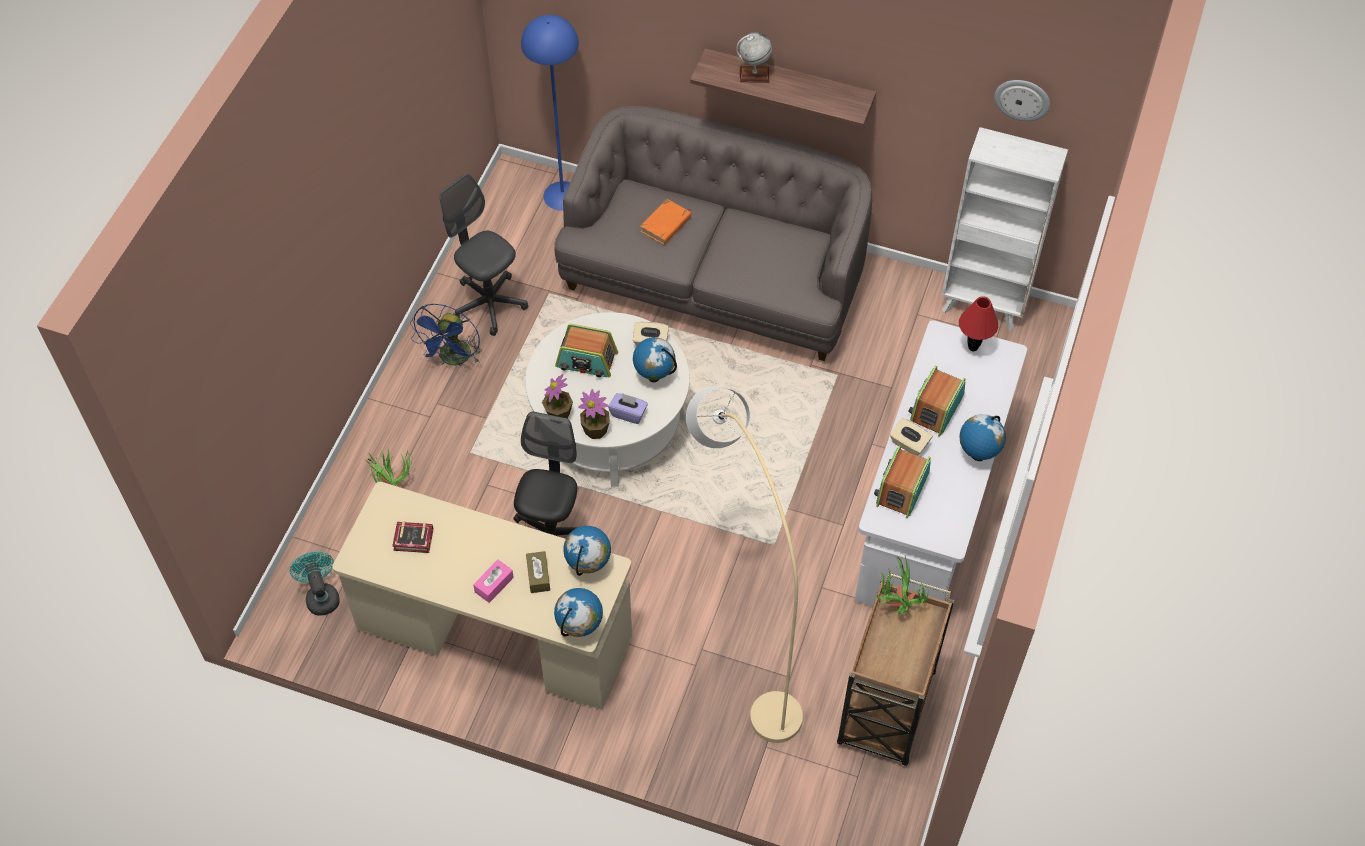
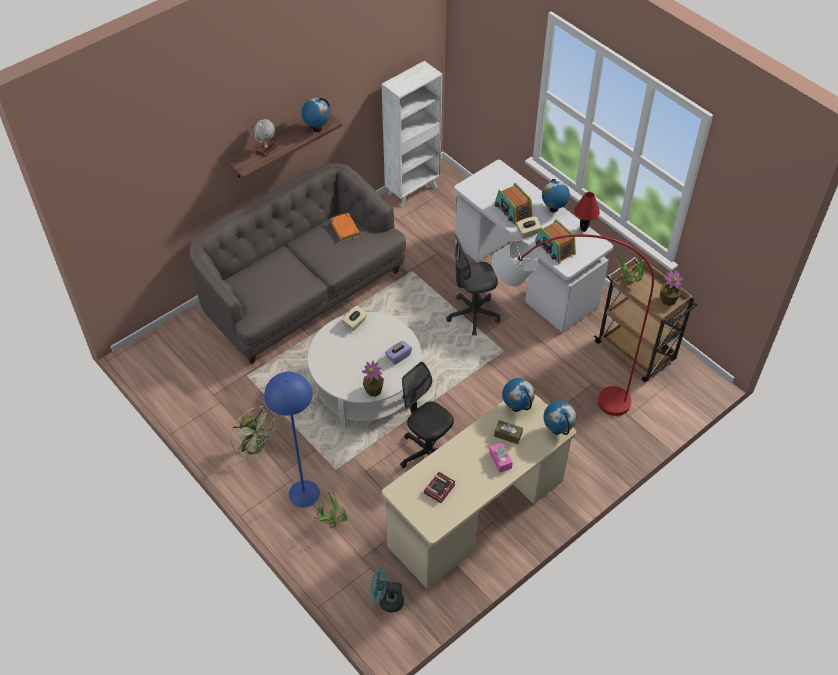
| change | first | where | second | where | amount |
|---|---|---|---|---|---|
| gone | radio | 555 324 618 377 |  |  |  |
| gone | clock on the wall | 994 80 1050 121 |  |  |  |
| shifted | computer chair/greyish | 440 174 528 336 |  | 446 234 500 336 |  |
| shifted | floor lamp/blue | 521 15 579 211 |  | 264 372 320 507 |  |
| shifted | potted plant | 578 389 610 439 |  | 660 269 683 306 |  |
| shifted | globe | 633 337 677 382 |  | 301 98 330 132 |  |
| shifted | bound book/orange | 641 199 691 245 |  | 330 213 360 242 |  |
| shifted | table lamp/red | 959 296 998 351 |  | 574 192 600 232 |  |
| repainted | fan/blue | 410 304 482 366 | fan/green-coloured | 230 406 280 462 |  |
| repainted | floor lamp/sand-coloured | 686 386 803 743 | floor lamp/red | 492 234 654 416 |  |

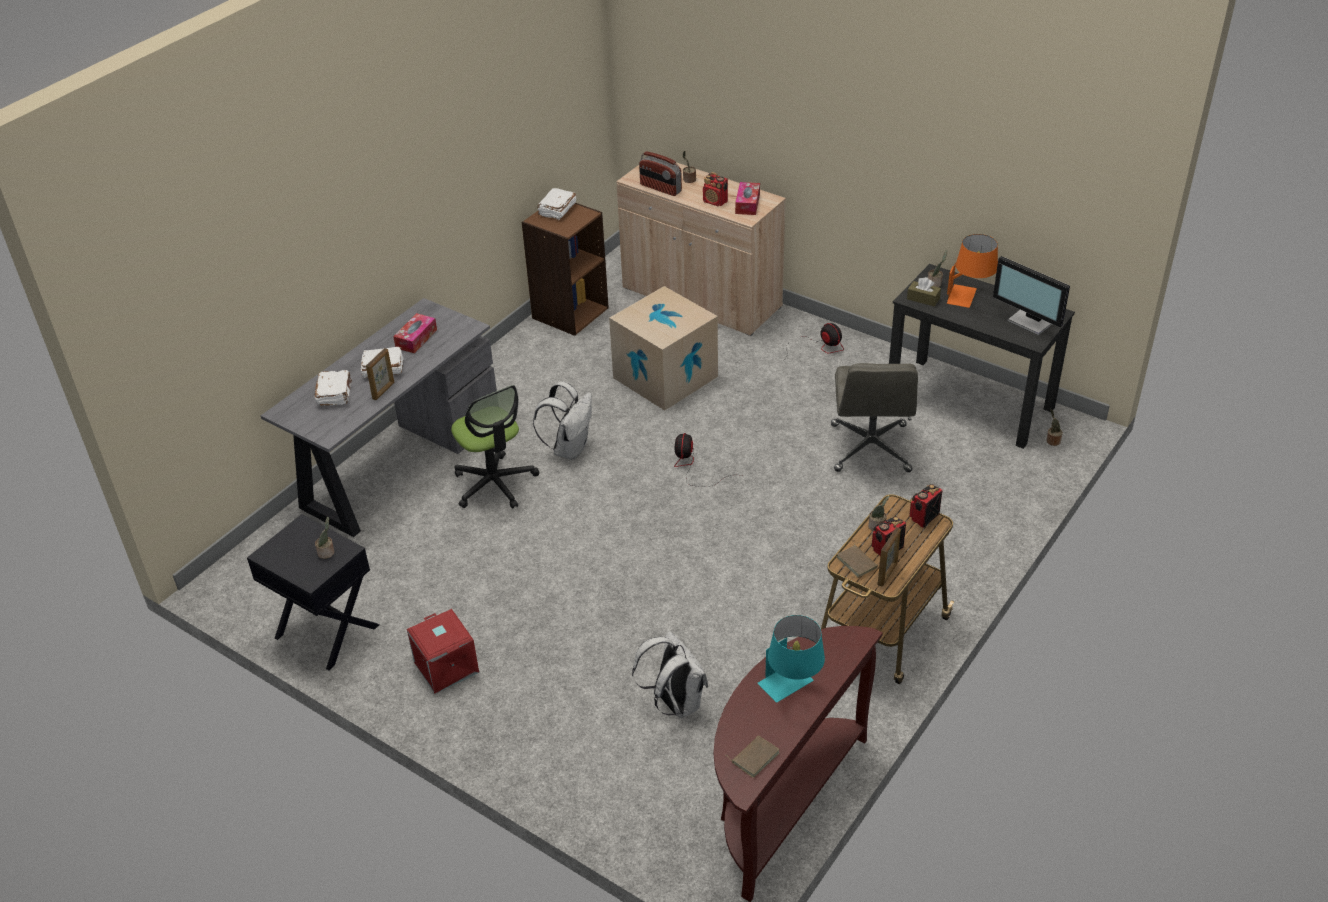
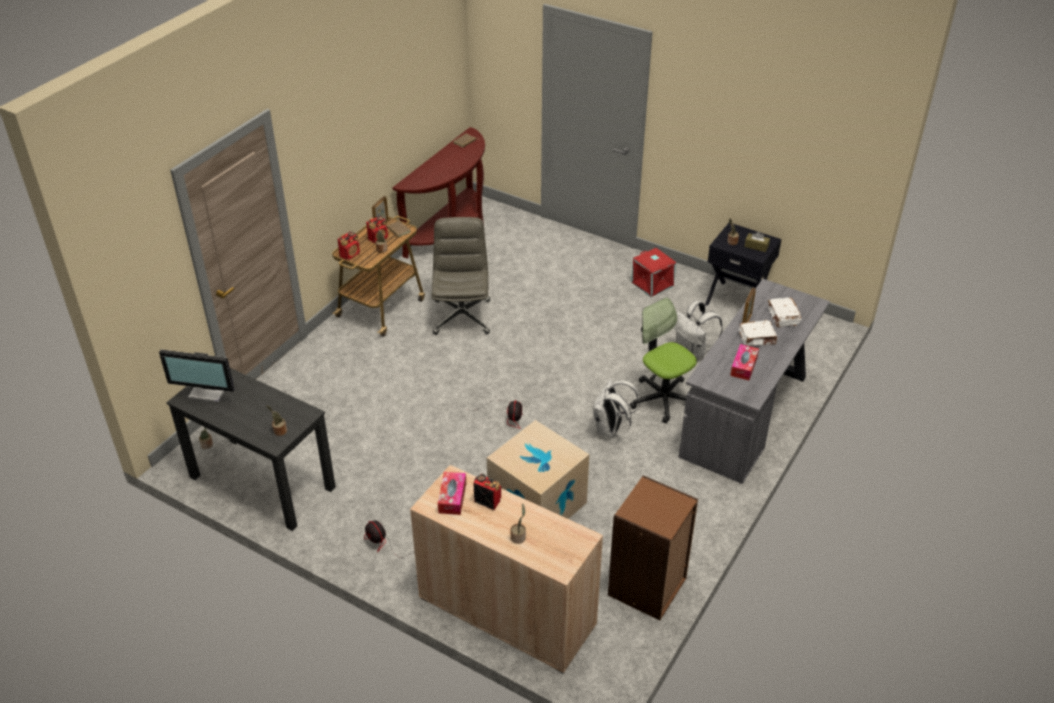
| change | first | where | second | where | amount |
|---|---|---|---|---|---|
| gone | bound book/white | 538 188 576 220 |  |  |  |
| gone | radio | 639 151 682 196 |  |  |  |
| gone | table lamp/turquoise | 758 615 825 703 |  |  |  |
| gone | table lamp/orange | 947 234 998 308 |  |  |  |
| shifted | rucksack/white | 632 631 708 718 |  | 674 300 723 359 |  |
| shifted | computer chair/greyish | 831 363 918 472 |  | 431 217 490 335 |  |
| shifted | tissue box/brownish | 907 277 941 306 |  | 744 231 770 252 |  |
| rotated | computer display | 993 256 1070 335 |  | 159 349 234 402 | 150 degrees clockwise |

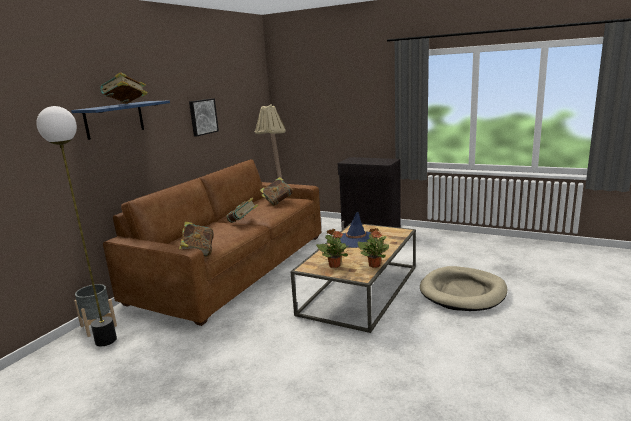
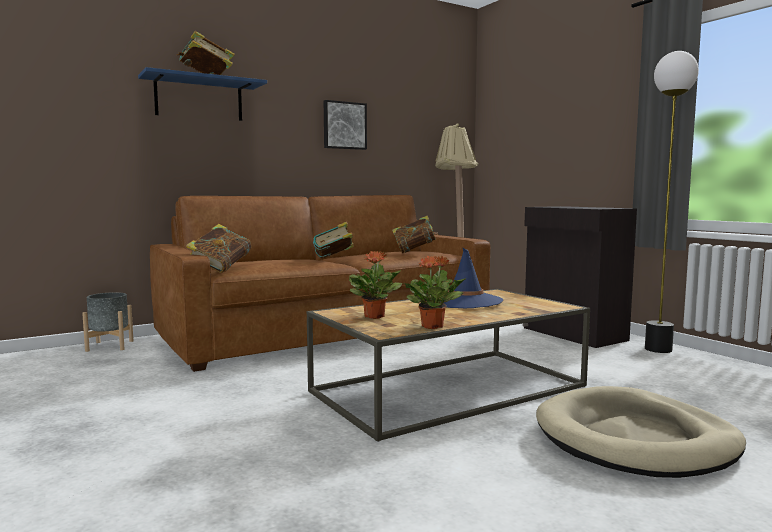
| change | first | where | second | where | amount |
|---|---|---|---|---|---|
| shifted | floor lamp | 36 106 117 346 |  | 645 51 699 353 |  |

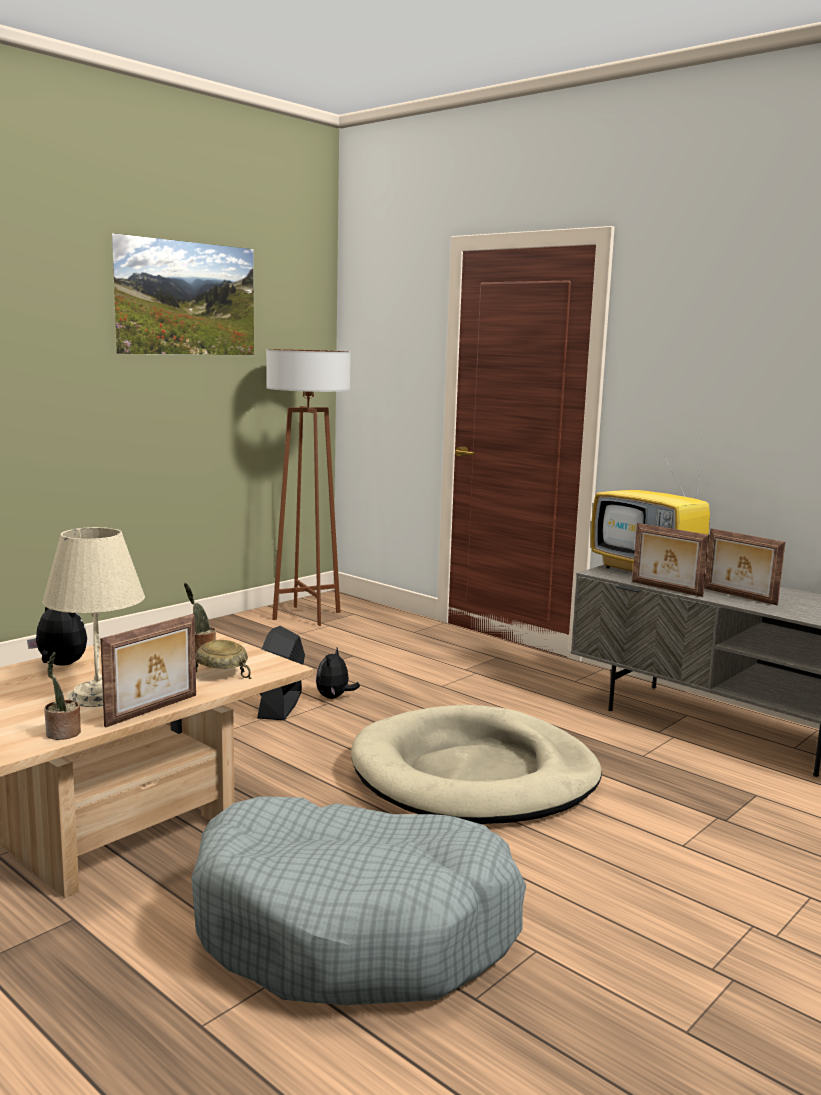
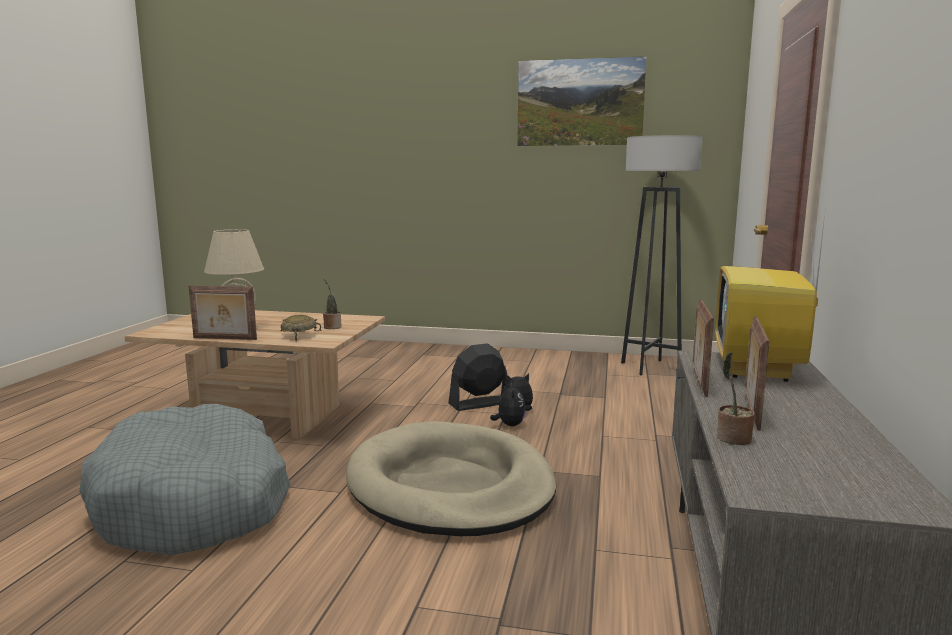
| change | first | where | second | where | amount |
|---|---|---|---|---|---|
| shifted | cuddly toy | 27 607 87 666 |  | 490 382 526 426 |  |
| shifted | potted plant | 44 652 81 740 |  | 717 352 755 445 |  |
| repainted | floor lamp/brownish | 266 349 351 626 | floor lamp/greyish | 621 135 703 375 |  |

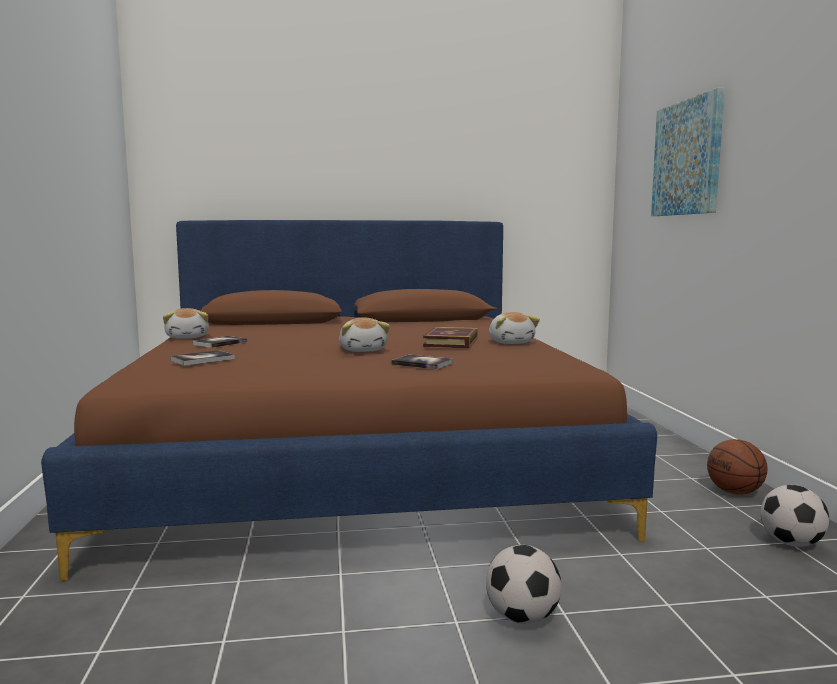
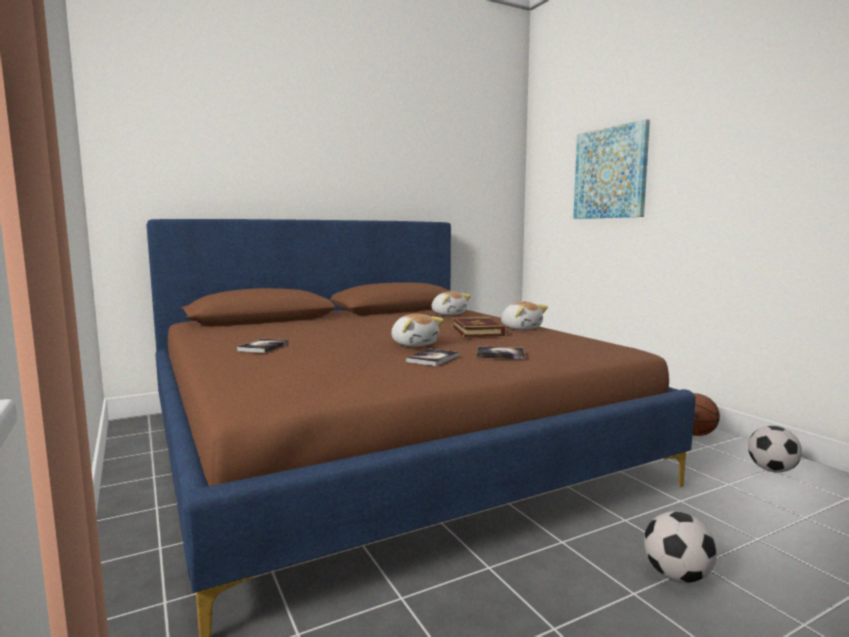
| change | first | where | second | where | amount |
|---|---|---|---|---|---|
| shifted | cuddly toy | 163 308 209 339 |  | 432 291 471 315 |  |
| shifted | bound book | 170 350 235 366 |  | 406 349 459 366 |  |

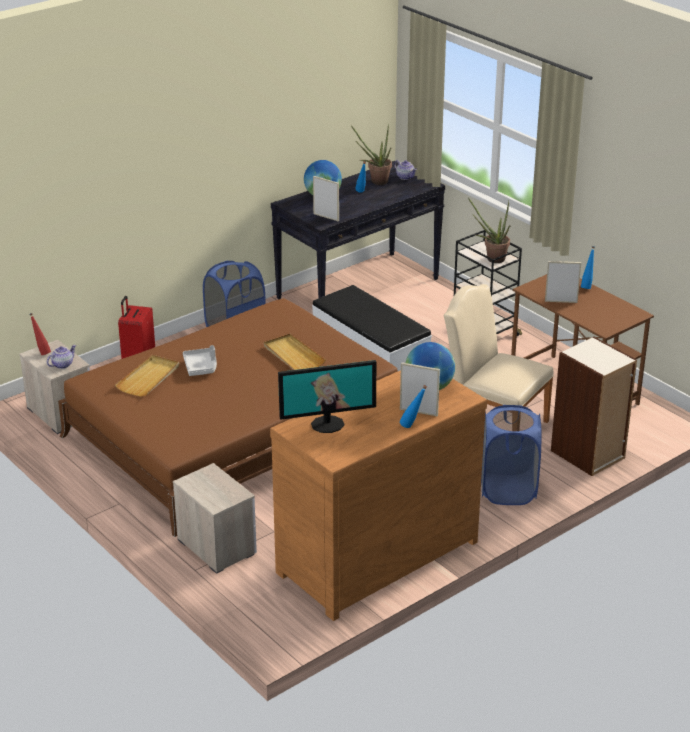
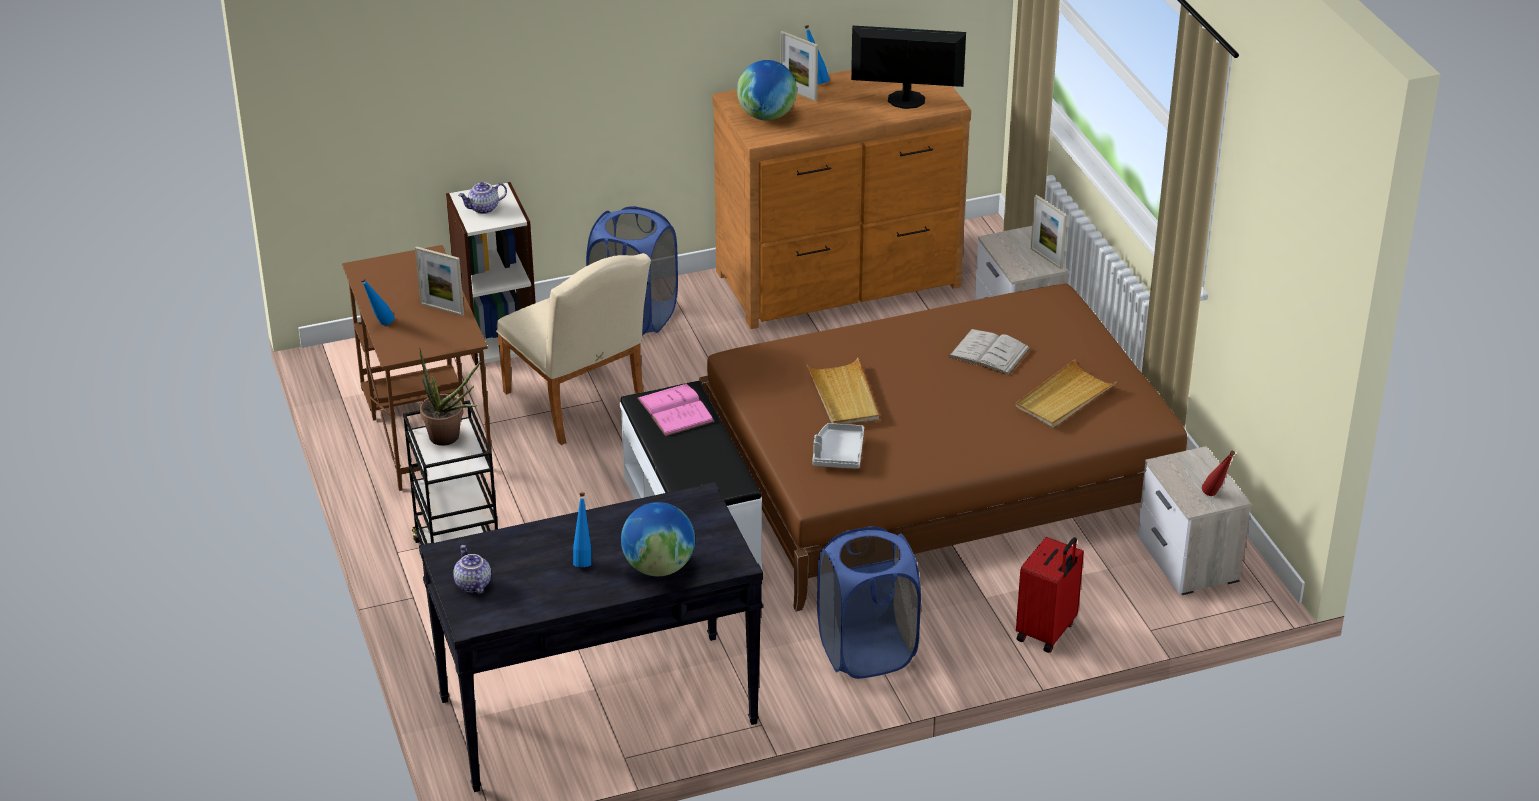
| change | first | where | second | where | amount |
|---|---|---|---|---|---|
| gone | potted plant | 351 124 392 185 |  |  |  |
| new |  |  | bound book/pink-coloured | 637 383 715 436 |  |
| new |  |  | bound book/white | 948 329 1031 375 |  |
| shifted | tea pot | 47 345 76 369 |  | 458 182 507 214 |  |
| shifted | tray/greyish | 183 345 217 376 |  | 812 423 864 469 |  |
| shifted | photo frame | 313 176 339 221 |  | 1031 195 1067 269 |  |

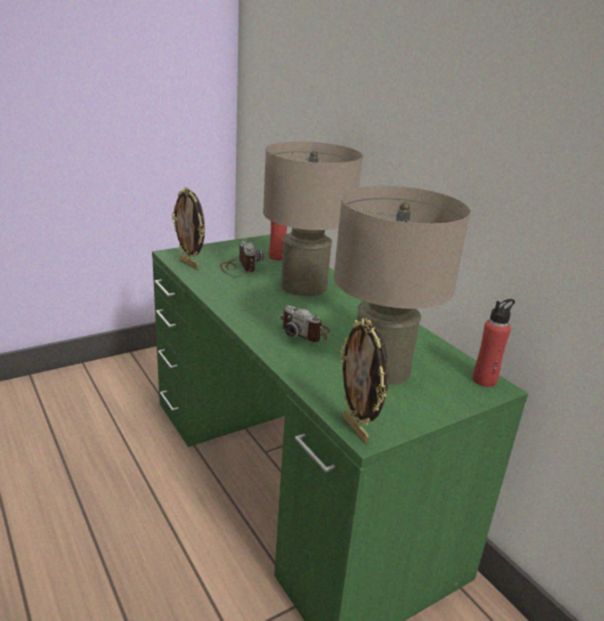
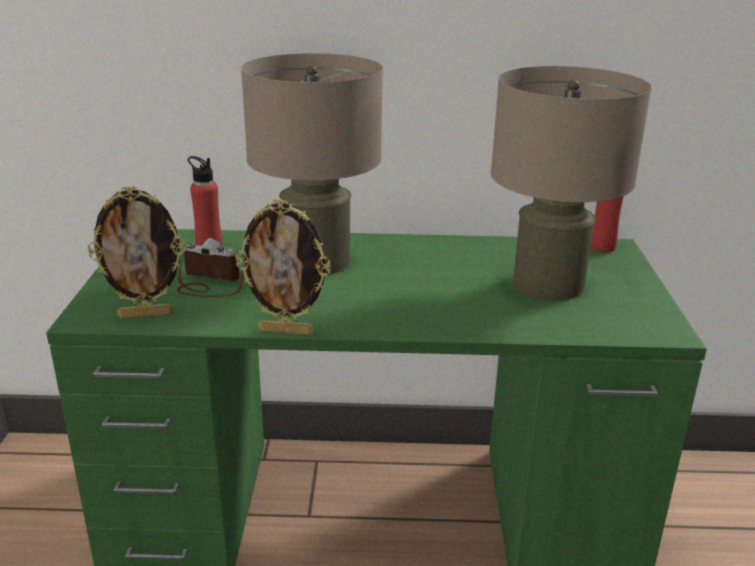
| change | first | where | second | where | amount |
|---|---|---|---|---|---|
| gone | photo camera | 280 305 330 342 |  |  |  |
| shifted | photo frame | 340 318 389 443 |  | 235 199 331 335 |  |

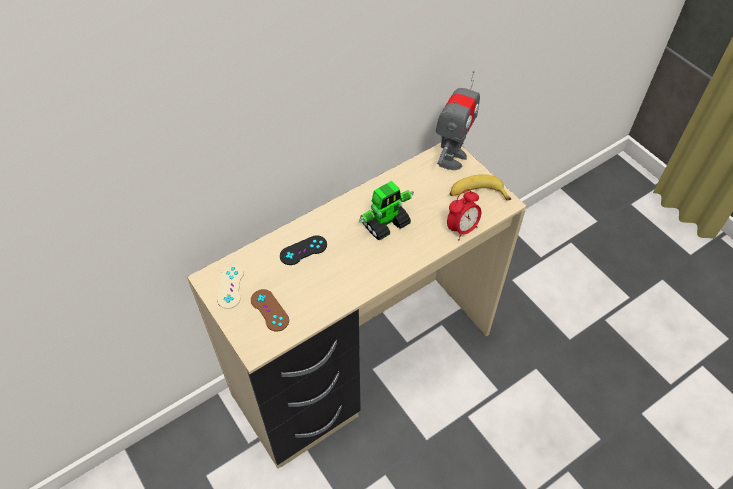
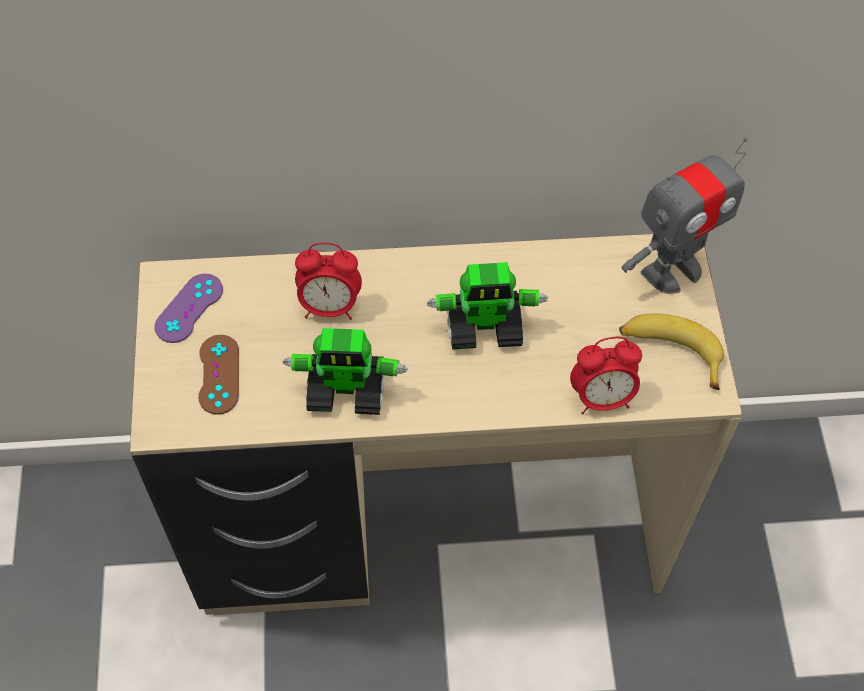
| change | first | where | second | where | amount |
|---|---|---|---|---|---|
| new |  |  | model robot | 283 328 408 415 |  |
| swapped | gamepad/black | 280 235 327 265 | bedside clock | 295 242 362 320 |  |
| repainted | gamepad/sand-coloured | 217 264 244 309 | gamepad/purple | 154 273 223 343 |  |

